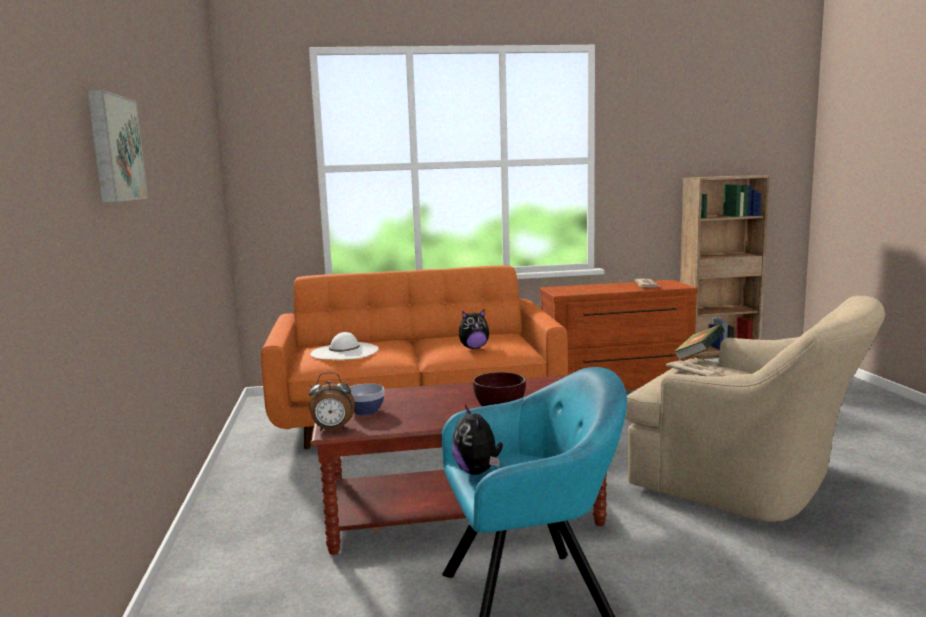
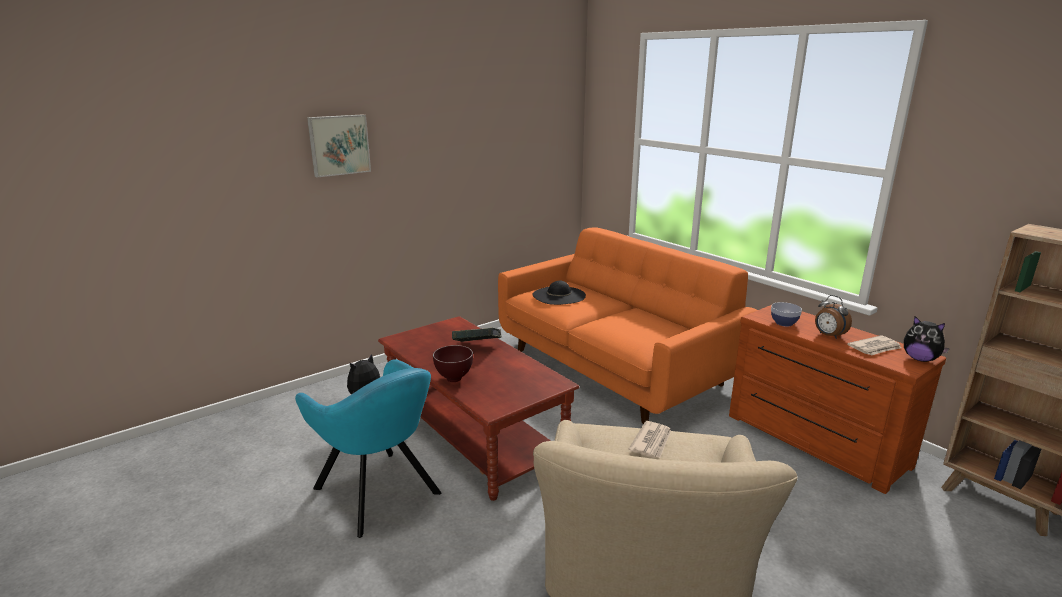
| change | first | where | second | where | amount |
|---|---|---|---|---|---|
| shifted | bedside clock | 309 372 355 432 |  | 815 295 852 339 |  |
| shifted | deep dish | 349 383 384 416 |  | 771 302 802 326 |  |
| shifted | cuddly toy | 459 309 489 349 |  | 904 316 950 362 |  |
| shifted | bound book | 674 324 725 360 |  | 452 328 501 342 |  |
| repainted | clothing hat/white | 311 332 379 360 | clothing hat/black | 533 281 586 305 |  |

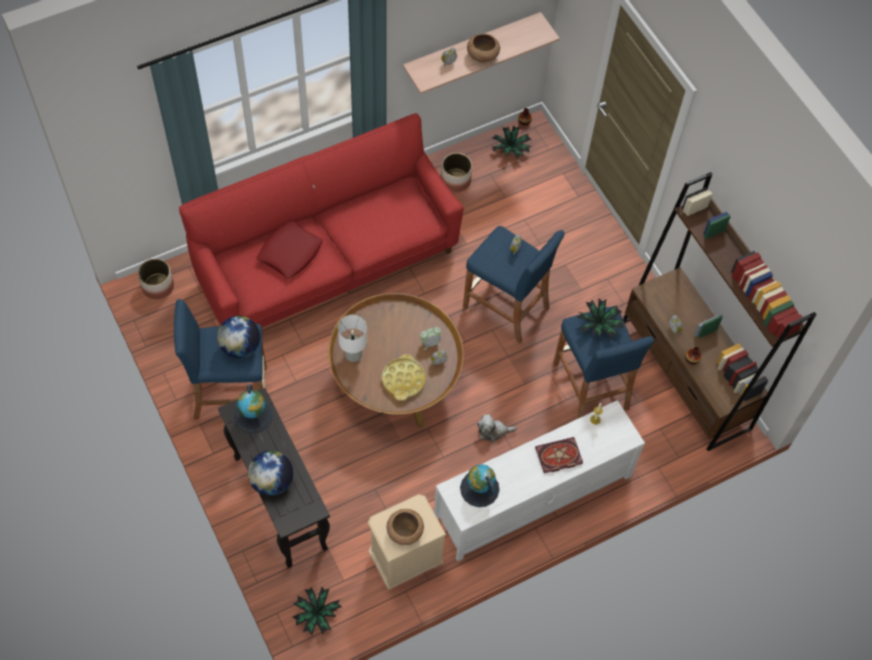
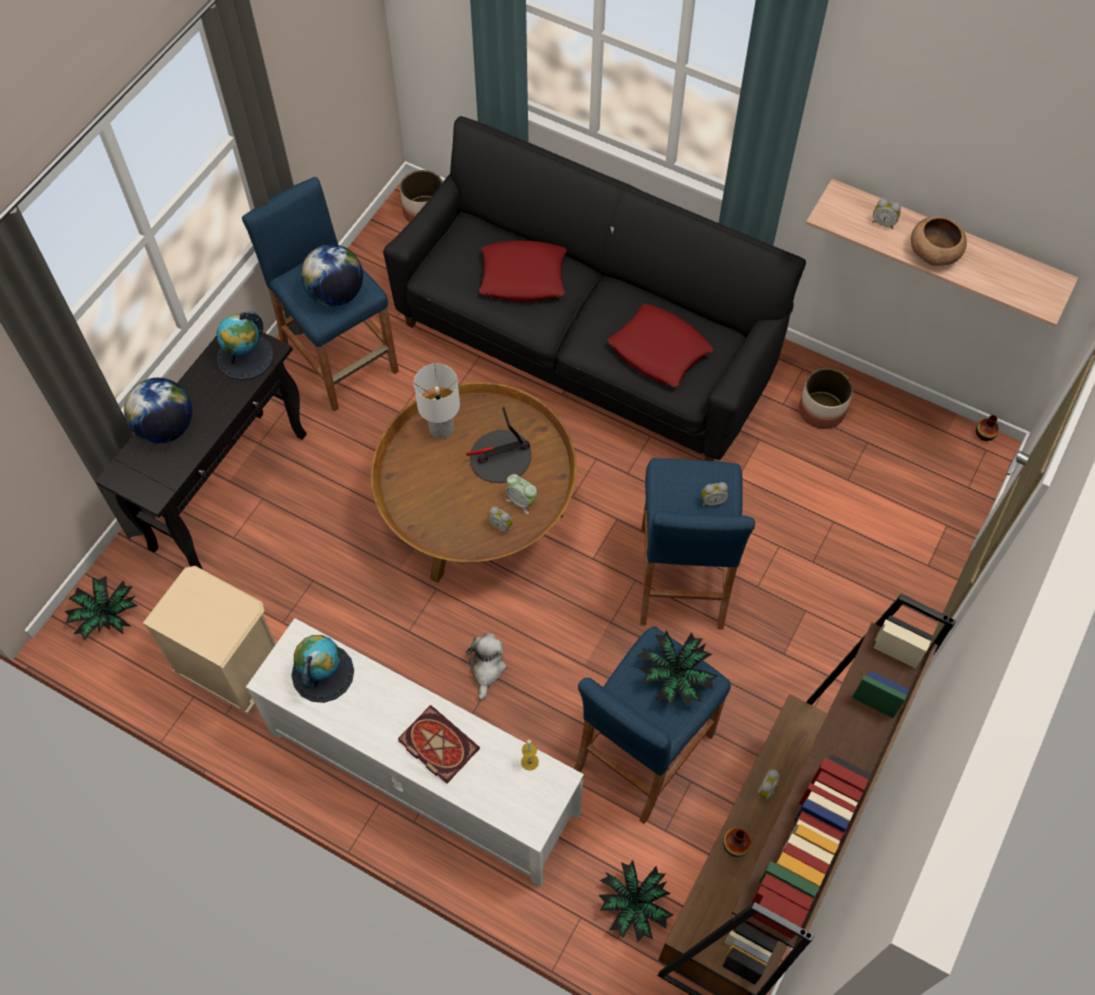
| change | first | where | second | where | amount |
|---|---|---|---|---|---|
| gone | tray/yellow | 382 354 426 401 |  |  |  |
| gone | deep dish/brownish | 387 509 424 545 |  |  |  |
| new |  |  | table lamp | 466 406 532 483 |  |
| new |  |  | cushion/red | 607 303 713 387 |  |
| shifted | potted plant | 492 125 532 159 |  | 599 860 673 942 |  |
| repainted | sofa/red | 179 113 464 327 | sofa/black | 383 116 806 461 |  |
| rotated | cuddly toy | 477 414 517 443 |  | 466 633 507 700 | 45 degrees clockwise |

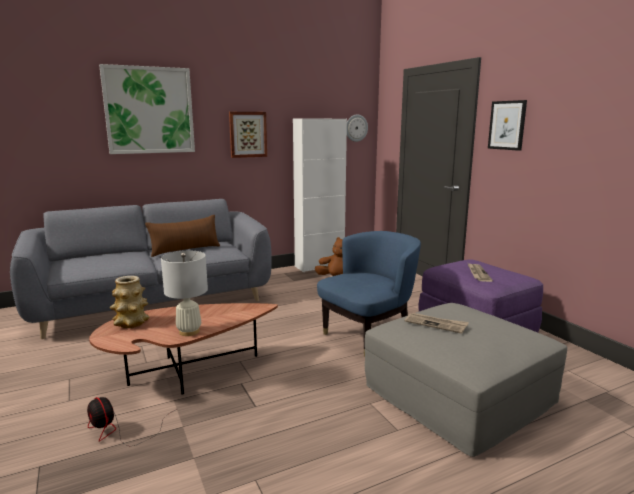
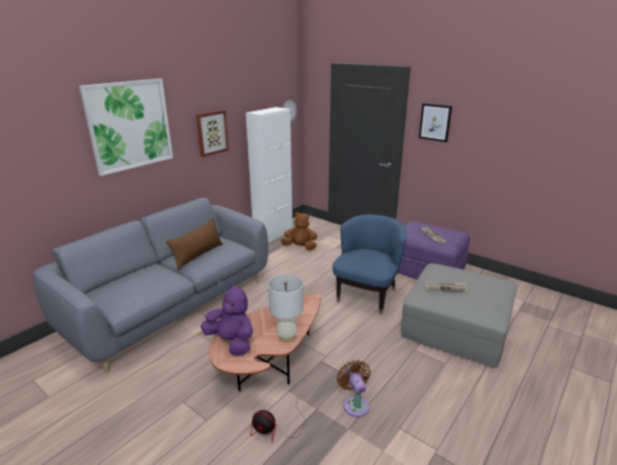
| change | first | where | second | where | amount |
|---|---|---|---|---|---|
| new |  |  | fan/brownish | 337 360 371 417 |  |
| swapped | decorative vase | 110 276 150 328 | cuddly toy/purple | 201 284 253 355 |  |

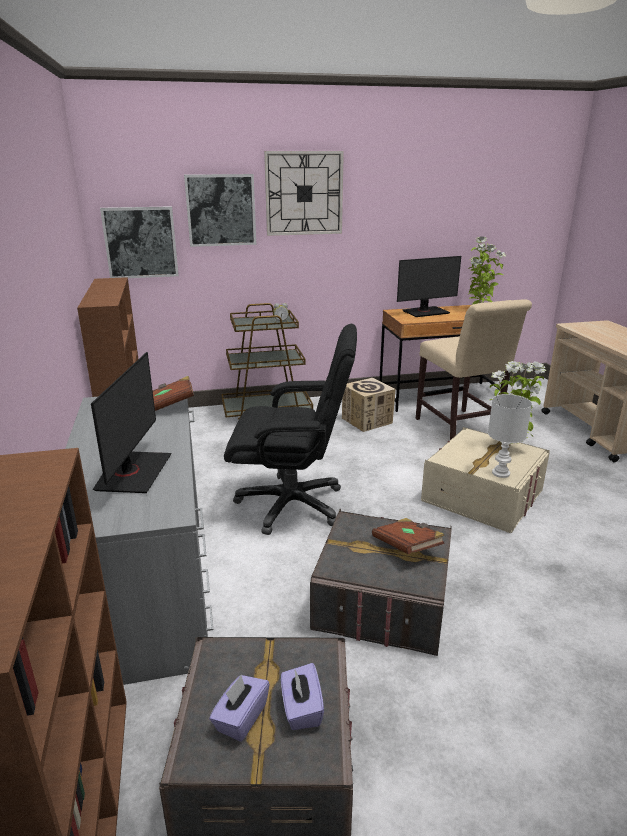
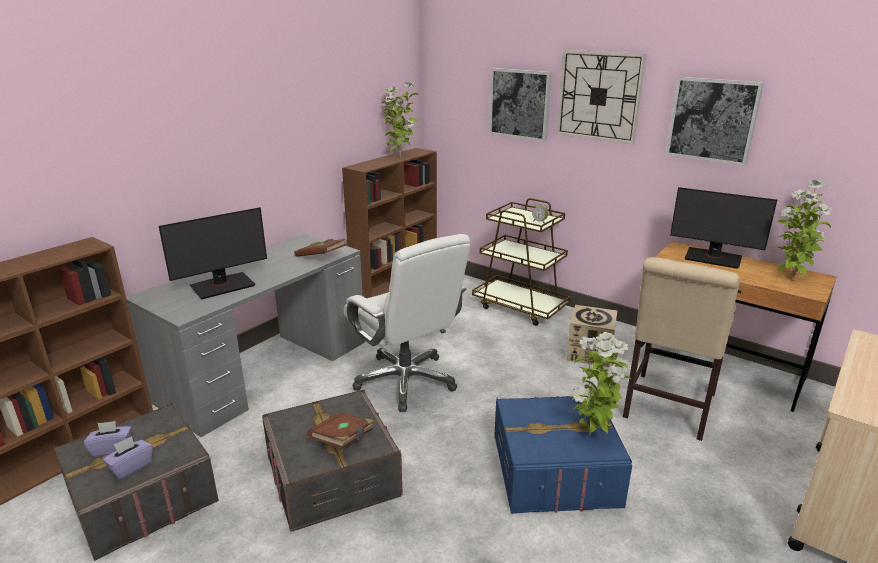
| change | first | where | second | where | amount |
|---|---|---|---|---|---|
| gone | table lamp/white | 488 394 532 478 |  |  |  |
| new |  |  | potted plant | 382 81 419 158 |  |
| shifted | picture | 100 206 179 278 |  | 666 77 764 166 |  |
| repainted | computer chair/black | 224 324 357 535 | computer chair/white | 344 234 470 412 |  |
| repainted | storage box/sand-coloured | 421 427 550 533 | storage box/blue | 494 396 632 514 |  |

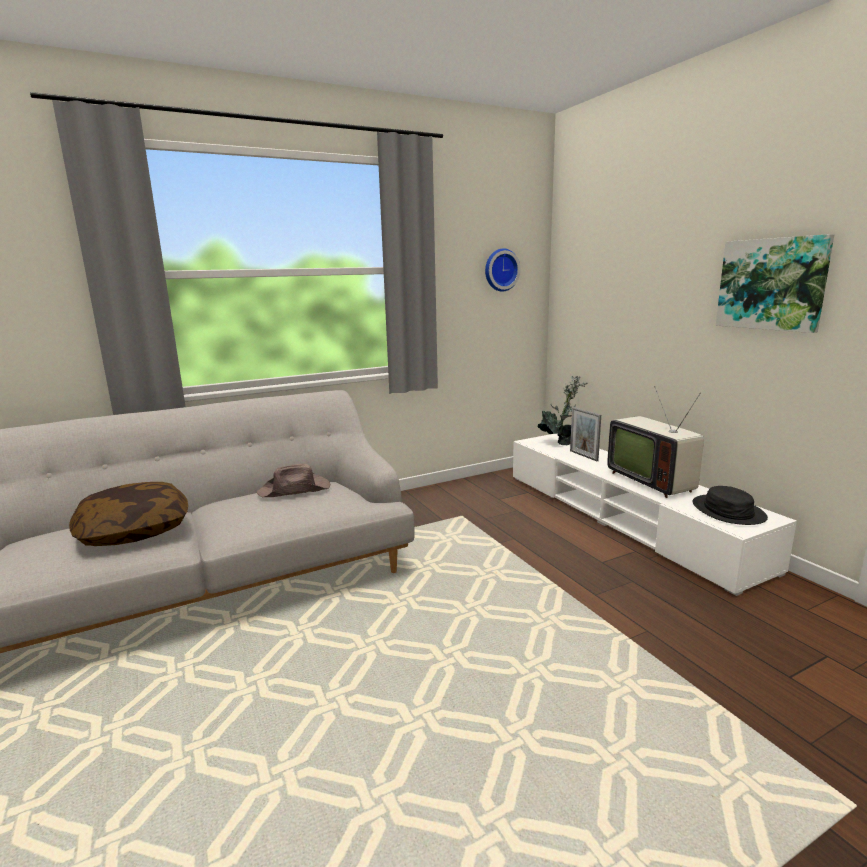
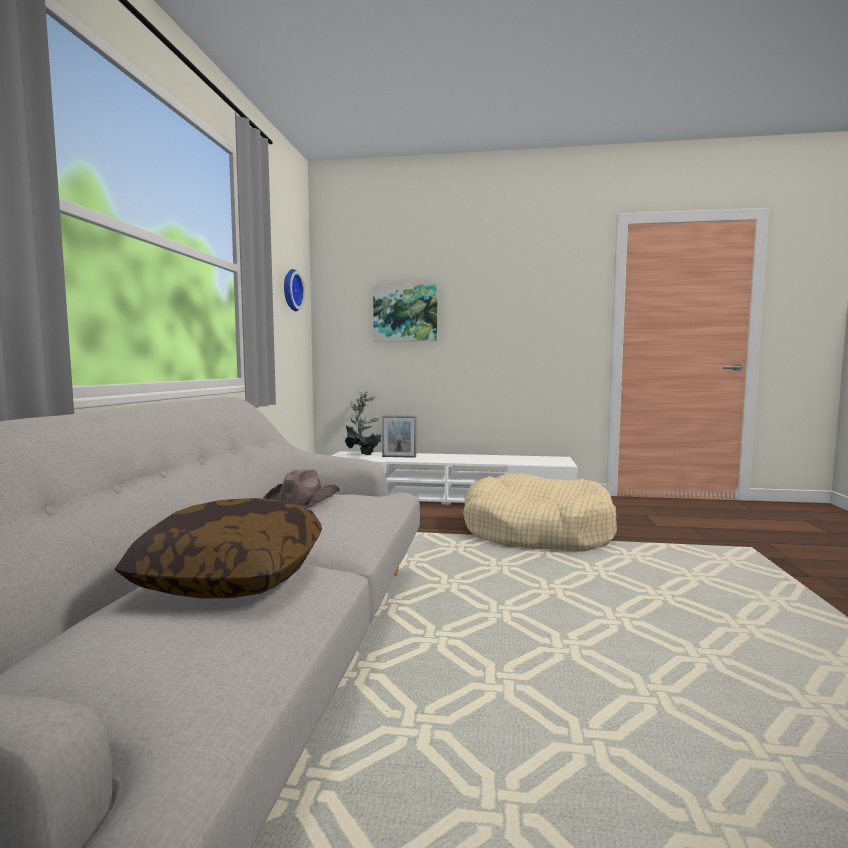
| change | first | where | second | where | amount |
|---|---|---|---|---|---|
| gone | television | 607 386 704 498 |  |  |  |
| gone | clothing hat/black | 692 486 768 525 |  |  |  |
| new |  |  | dog cushion/sand-coloured | 463 473 617 552 |  |
| shifted | picture | 716 234 834 333 |  | 373 284 437 341 |  |

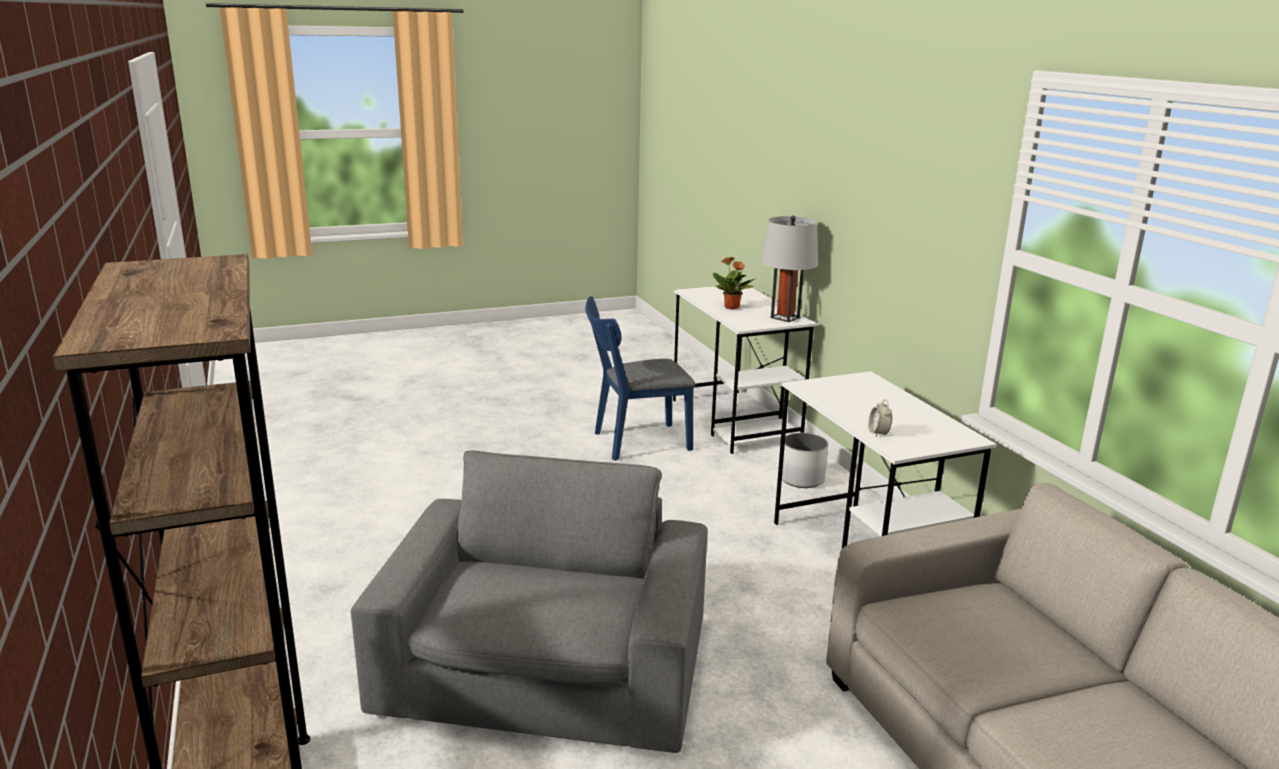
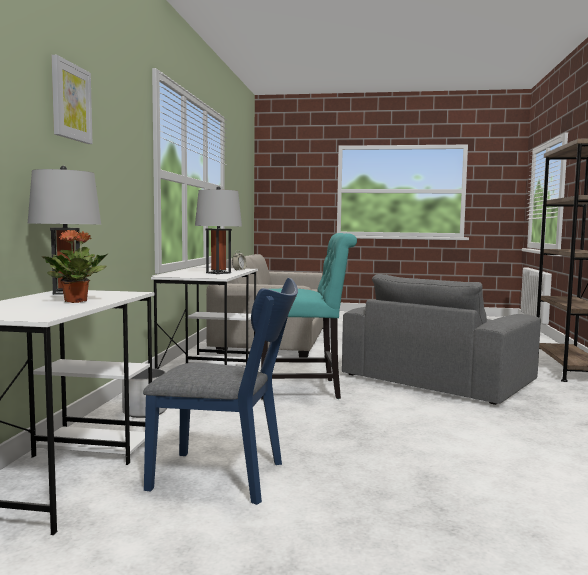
| change | first | where | second | where | amount |
|---|---|---|---|---|---|
| new |  |  | picture | 51 55 92 144 |  |
| new |  |  | table lamp/greyish | 195 186 242 274 |  |
| new |  |  | upright chair/turquoise | 261 233 357 400 |  |

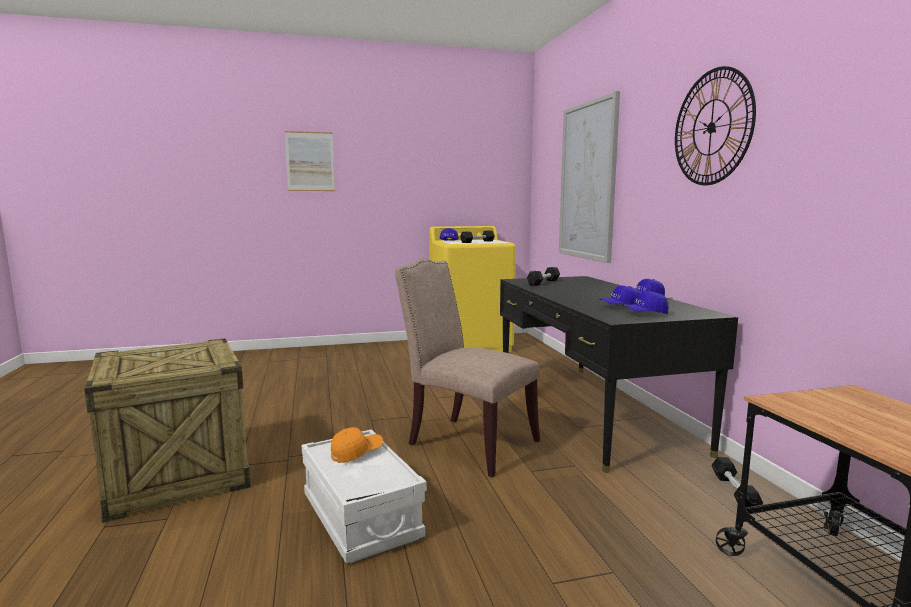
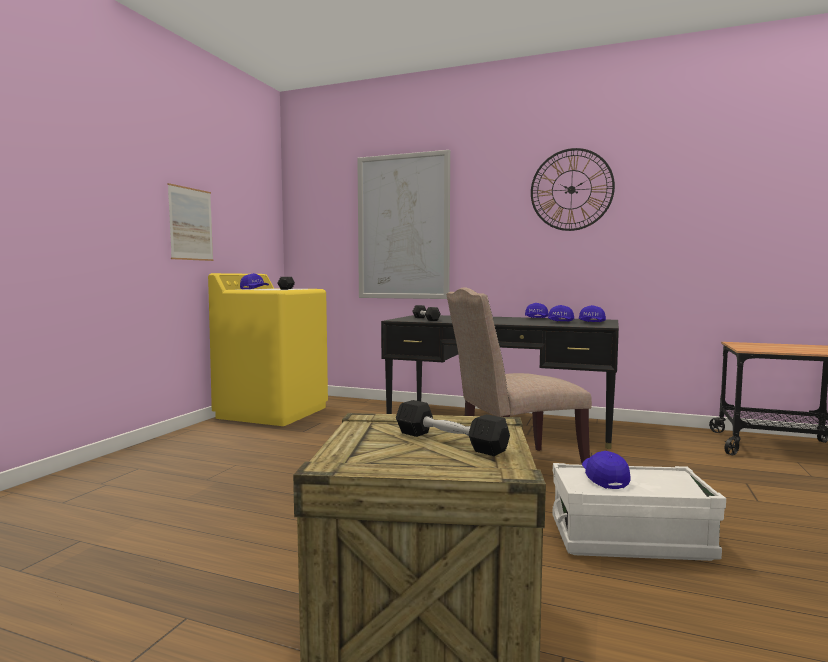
| change | first | where | second | where | amount |
|---|---|---|---|---|---|
| shifted | picture | 285 131 335 191 |  | 168 183 213 261 |  |
| shifted | dumbbell/black | 711 457 763 505 |  | 396 400 510 456 |  |
| repainted | cap/orange | 331 427 383 463 | cap/blue | 582 451 631 489 |  |

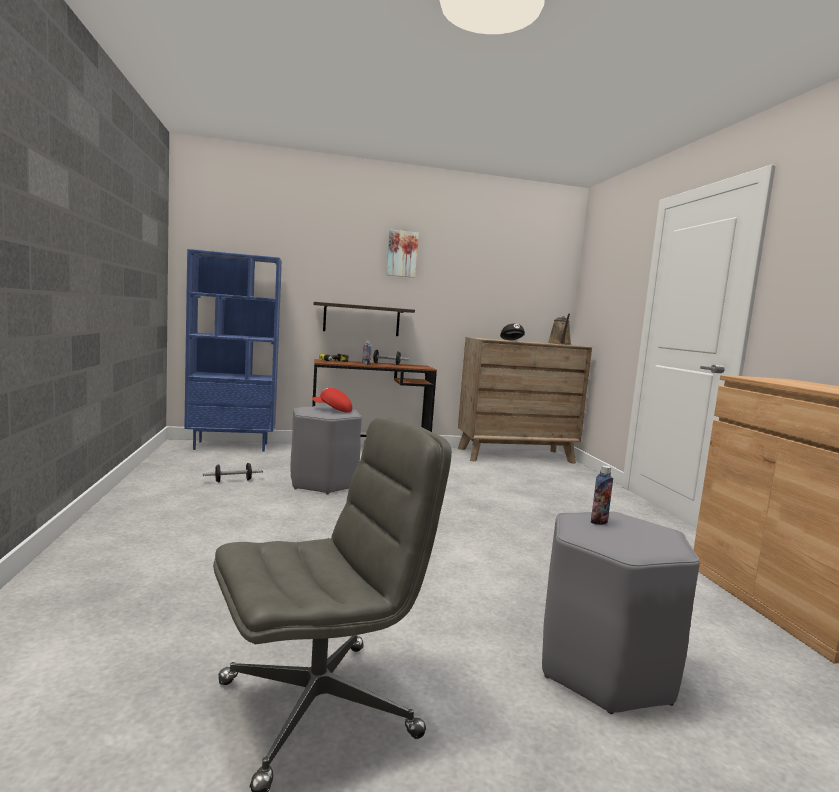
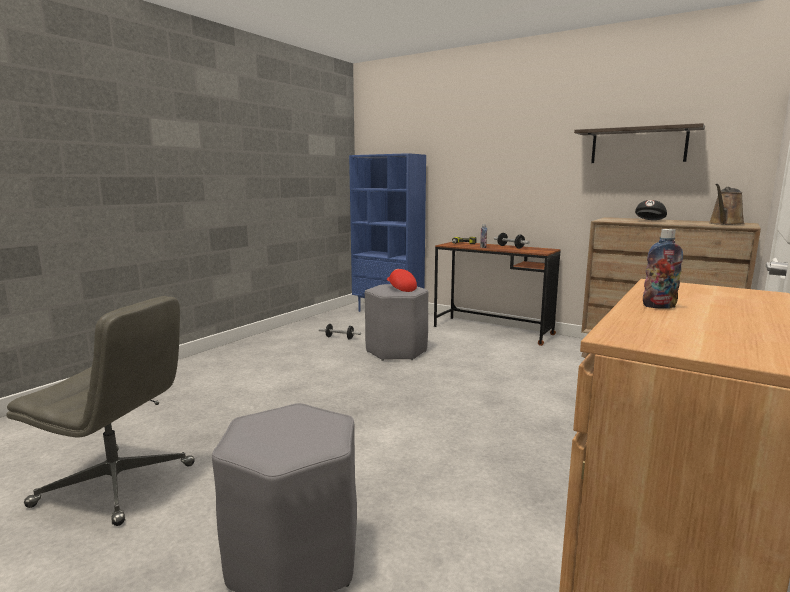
| change | first | where | second | where | amount |
|---|---|---|---|---|---|
| gone | picture | 386 230 419 278 |  |  |  |
| shifted | wall shelf | 314 302 415 336 |  | 574 123 705 163 |  |
| shifted | bottle | 591 465 613 525 |  | 643 229 683 309 |  |

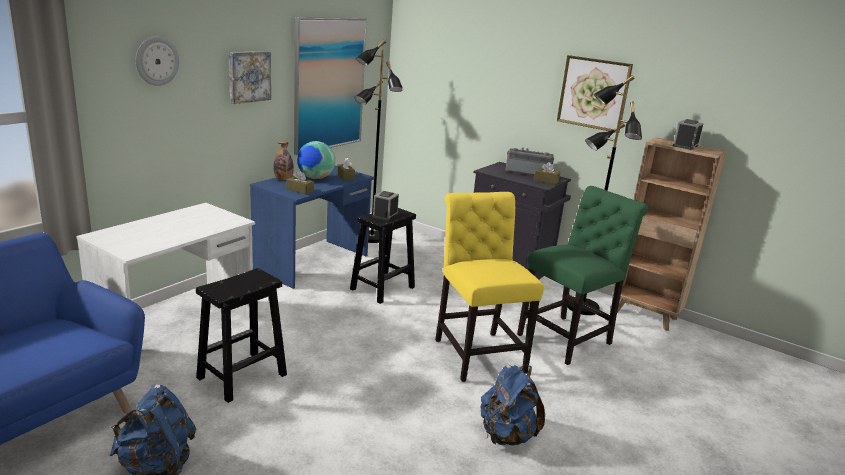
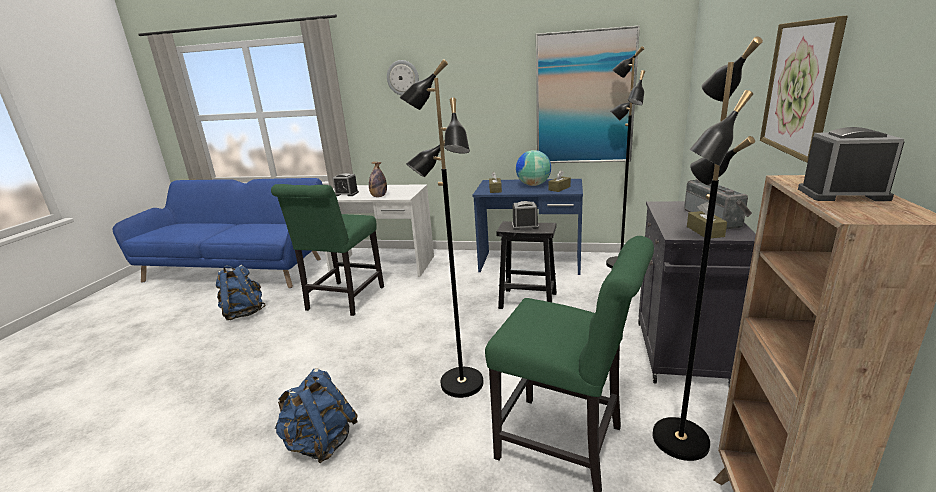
| change | first | where | second | where | amount |
|---|---|---|---|---|---|
| gone | picture | 229 51 271 104 |  |  |  |
| new |  |  | bedside clock | 332 173 359 196 |  |
| shifted | bottle | 274 142 294 180 |  | 369 162 387 197 |  |
| swapped | stool/black | 196 268 287 403 | upright chair/green-coloured | 271 184 384 316 |  |
| swapped | upright chair/yellow | 435 192 544 382 | floor lamp/black | 399 59 484 398 |  |

